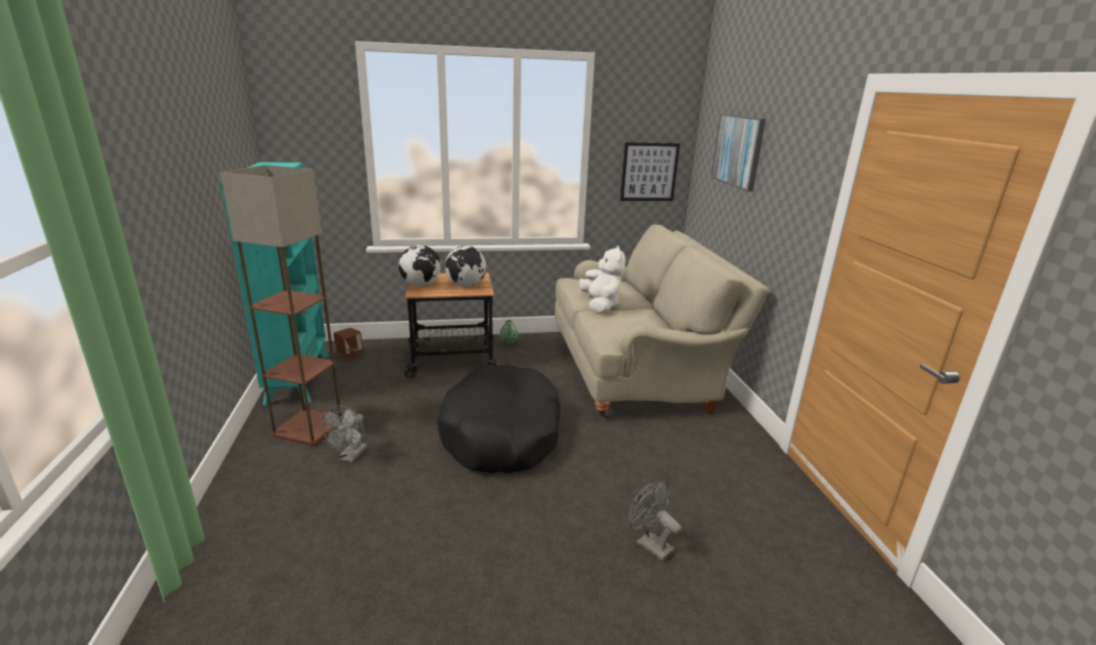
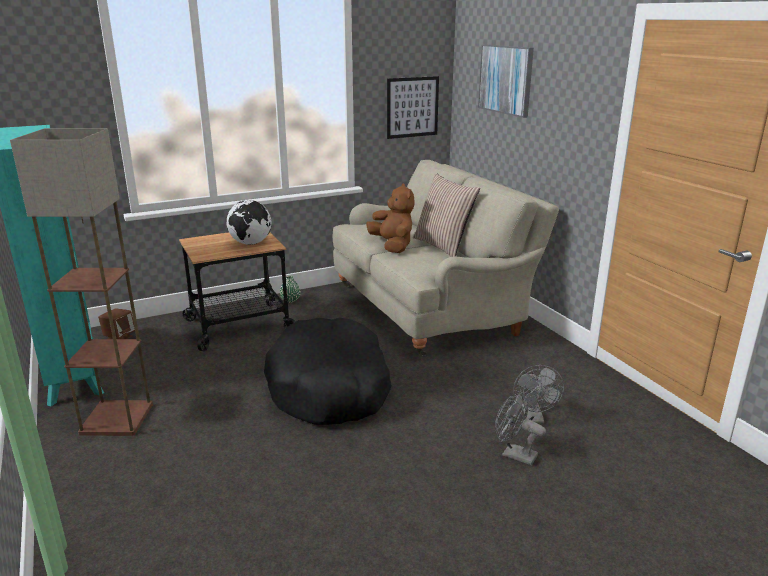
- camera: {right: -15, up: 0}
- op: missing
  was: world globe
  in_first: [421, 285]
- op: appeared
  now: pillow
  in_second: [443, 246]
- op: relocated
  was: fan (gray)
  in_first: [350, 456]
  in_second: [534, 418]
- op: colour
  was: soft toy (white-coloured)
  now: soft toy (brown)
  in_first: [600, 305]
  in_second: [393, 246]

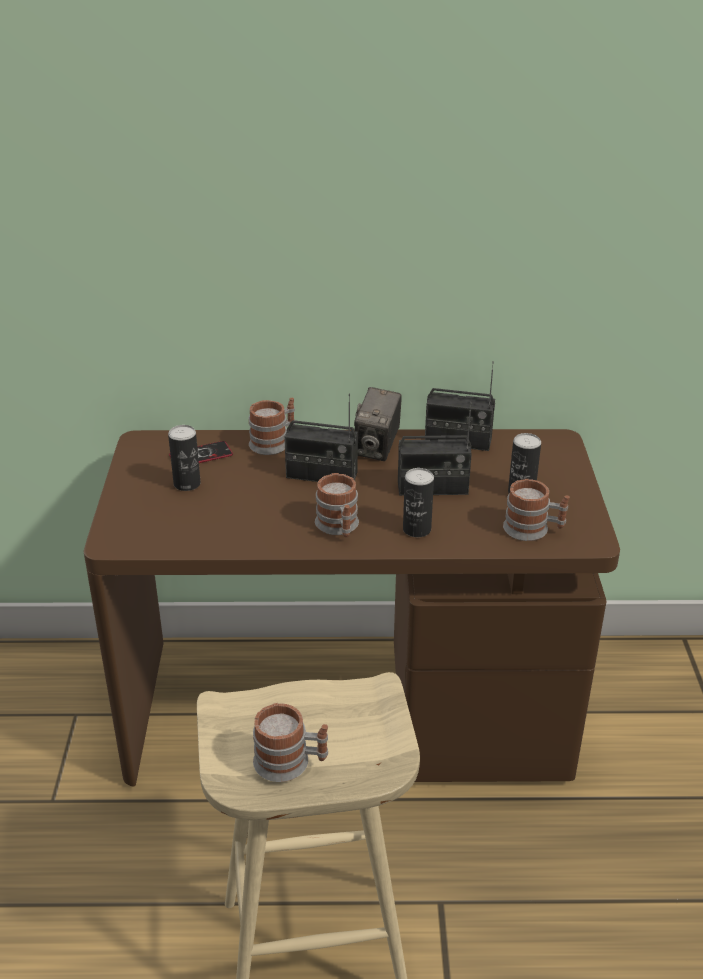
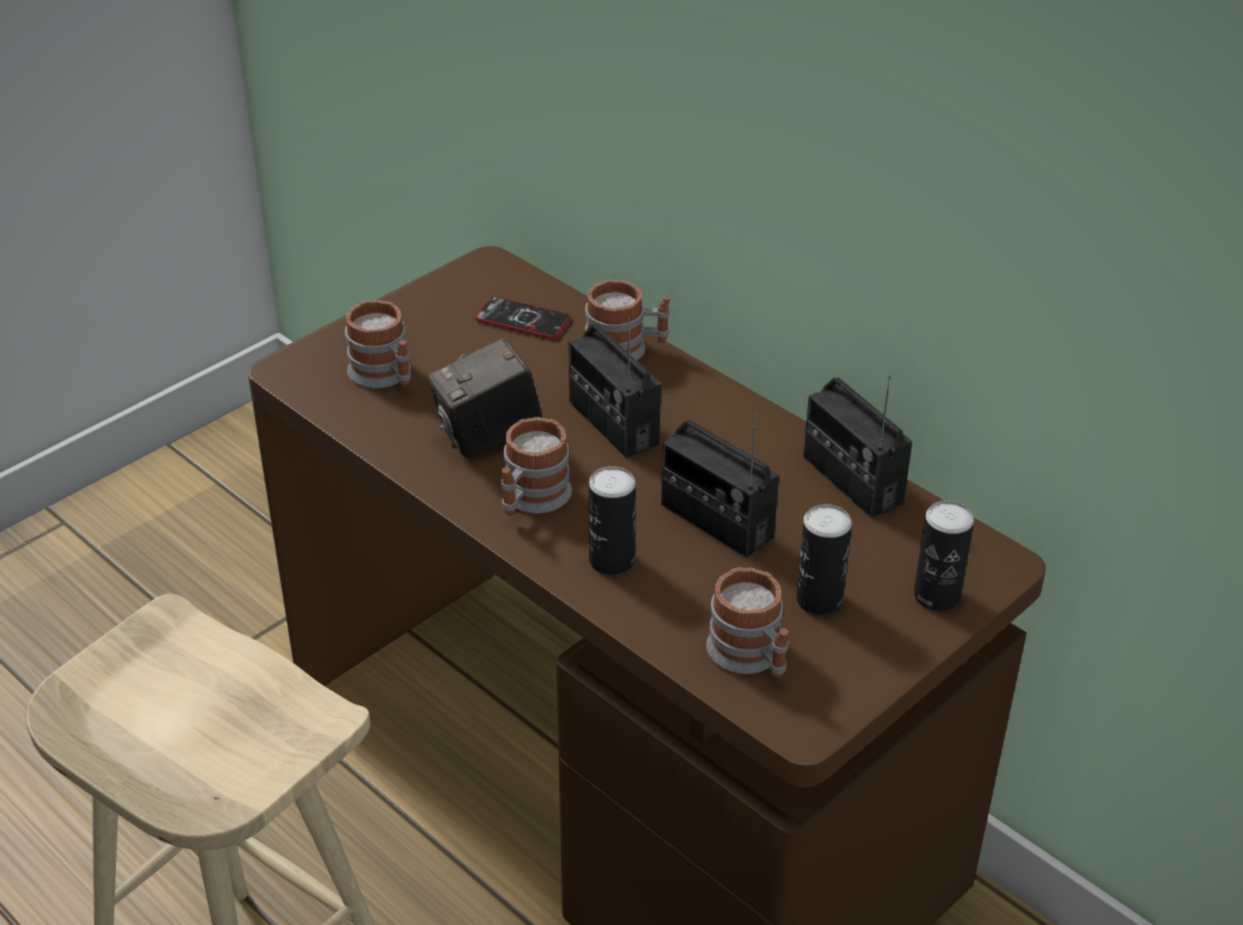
- camera: {right: 45, up: 5}
- op: relocated
  was: can
  in_first: [187, 484]
  in_second: [936, 596]
- op: relocated
  was: tea mug
  in_first: [290, 762]
  in_second: [385, 376]
- op: relocated
  was: still camera
  in_first: [377, 448]
  in_second: [488, 436]

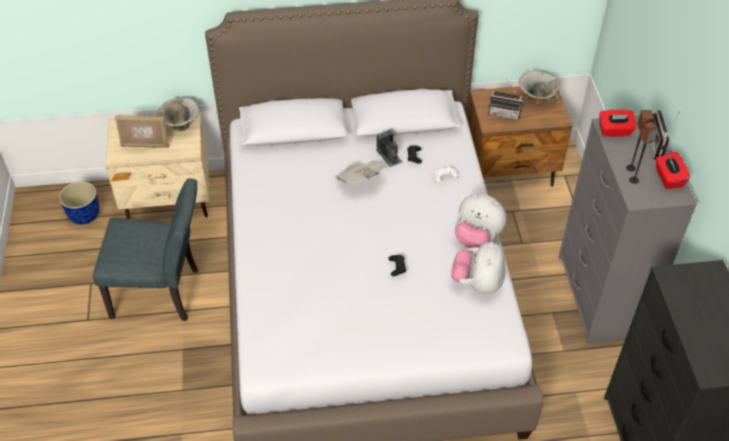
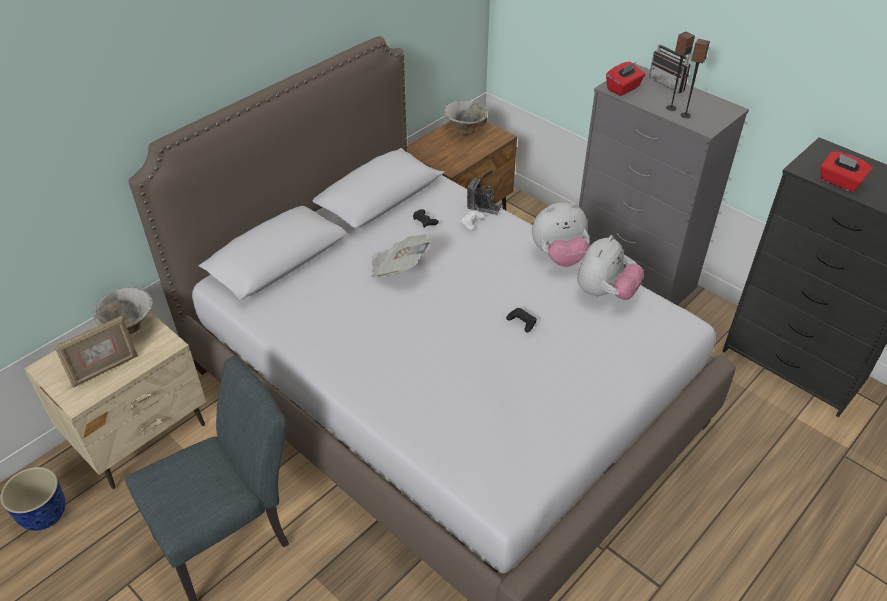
- camera: {right: -40, up: -5}
- op: missing
  was: radio
  in_first: [504, 113]
- op: relocated
  was: still camera
  in_first: [389, 156]
  in_second: [484, 207]
- op: relocated
  was: tissue holder (reddish)
  in_first: [668, 178]
  in_second: [839, 182]
- op: spun
  was: soft toy
  in_first: [477, 283]
  in_second: [605, 293]
  clockwise: -120

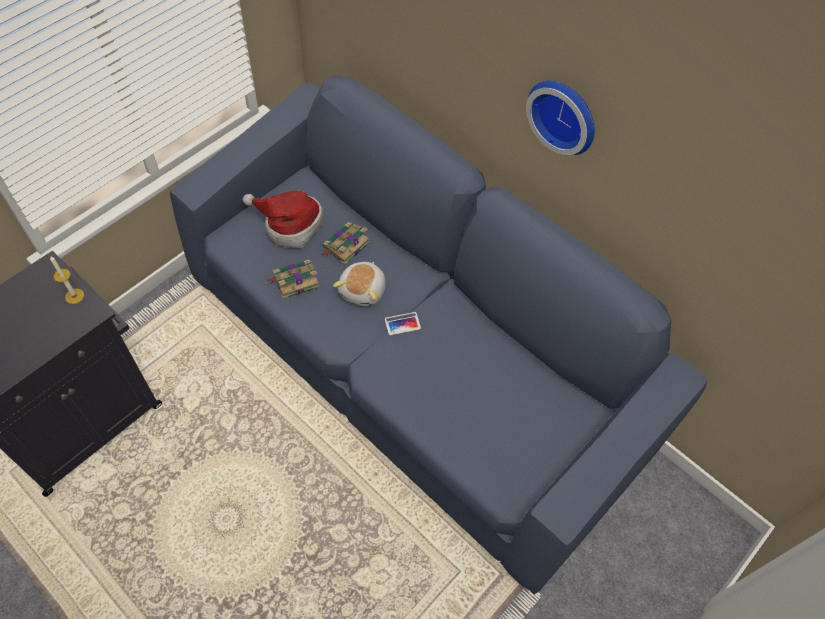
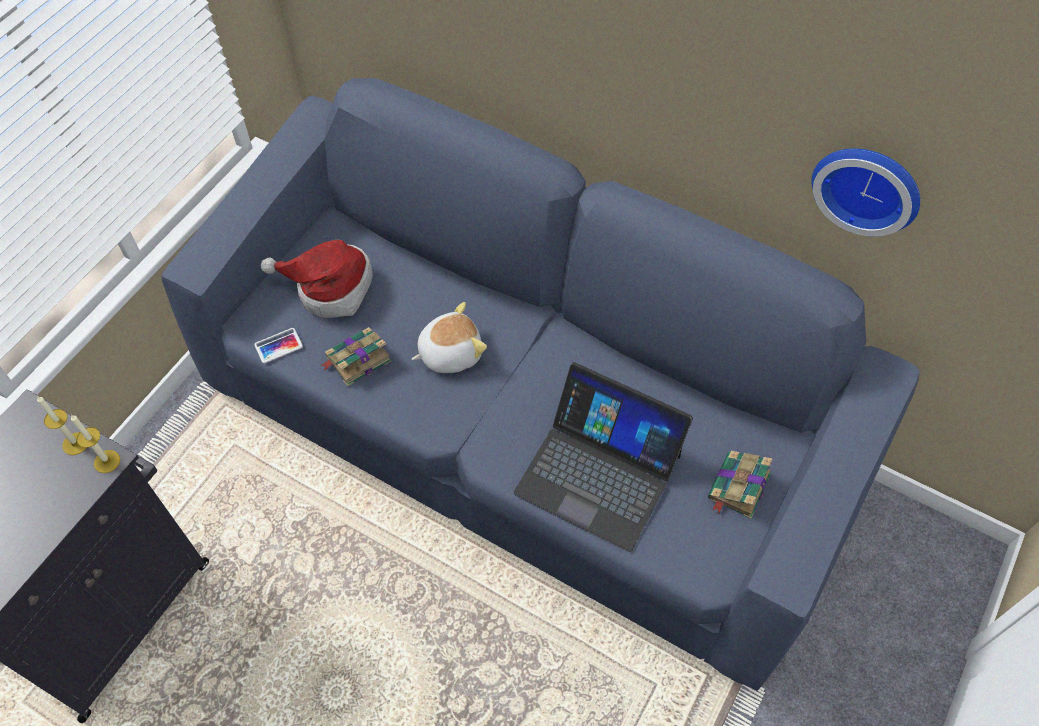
- camera: {right: -10, up: 0}
- op: appeared
  now: candle
  in_second: [107, 461]
- op: appeared
  now: notebook computer
  in_second: [598, 472]
- op: relocated
  was: book
  in_first: [345, 246]
  in_second: [738, 488]
- op: relocated
  was: handset
  in_first: [402, 324]
  in_second: [278, 346]
- op: relocated
  was: clock on the wall
  in_first: [564, 114]
  in_second: [868, 185]
- op: spun
  was: soft toy
  in_first: [363, 290]
  in_second: [449, 352]
  clockwise: -120

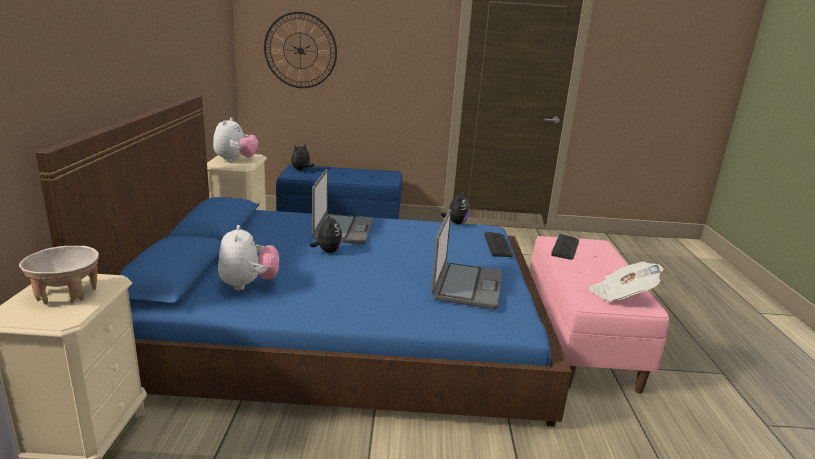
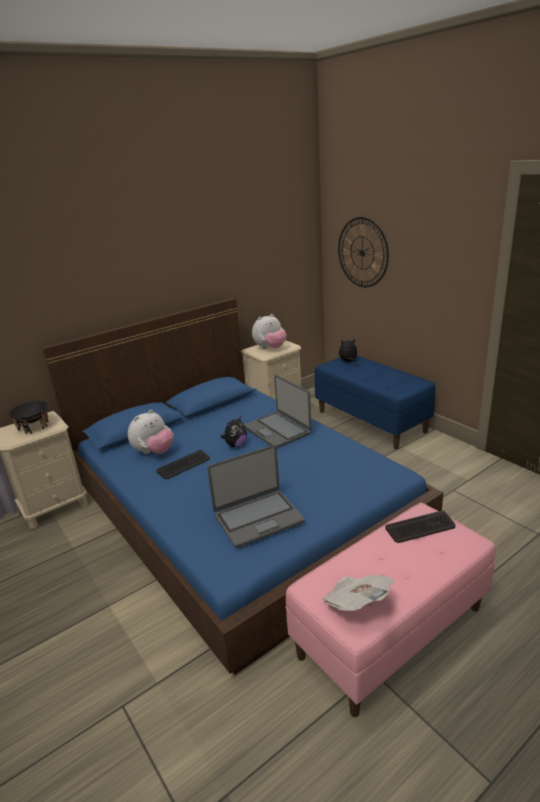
- camera: {right: 55, up: 5}
- op: missing
  was: soft toy
  in_first: [456, 223]
- op: relocated
  was: keyboard
  in_first: [498, 245]
  in_second: [184, 465]
- op: colour
  was: serving bowl (beige-coloured)
  now: serving bowl (black)
  in_first: [66, 293]
  in_second: [34, 427]
- op: spun
  was: notebook computer
  in_first: [343, 230]
  in_second: [277, 430]
  clockwise: 90

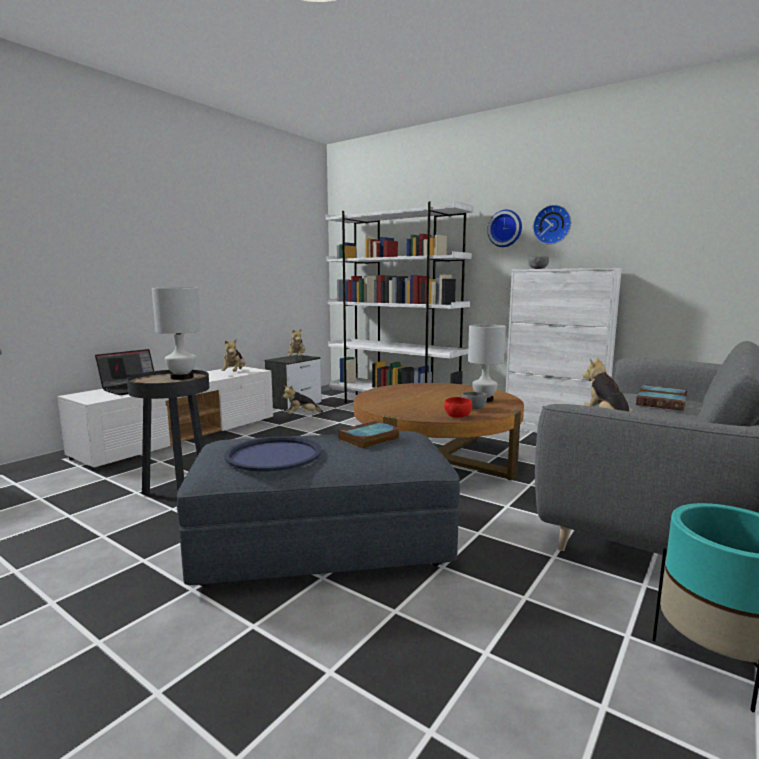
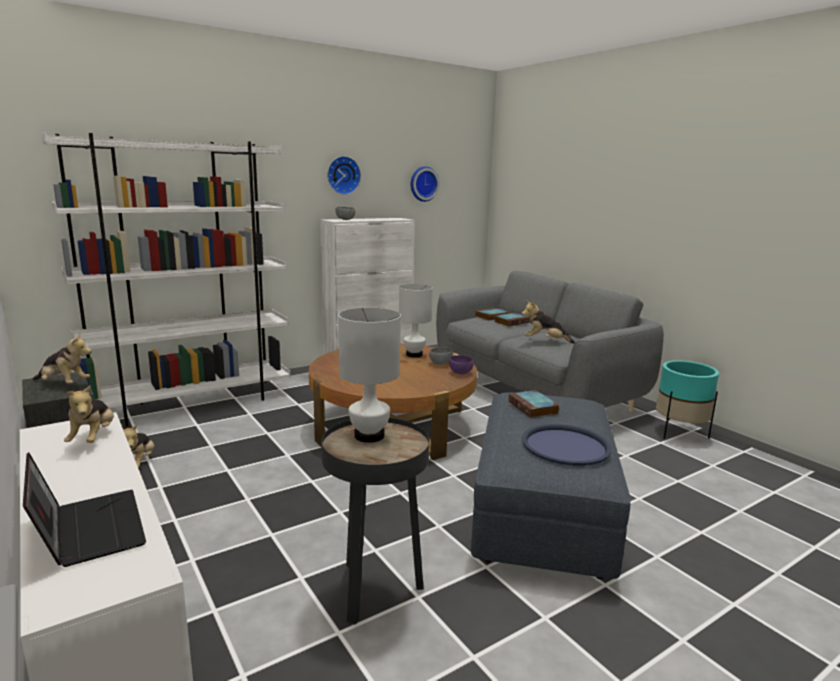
- camera: {right: -70, up: 5}
- op: relocated
  was: clock on the wall
  in_first: [505, 228]
  in_second: [423, 184]
- op: colour
  was: serving bowl (reddish)
  now: serving bowl (purple)
  in_first: [457, 416]
  in_second: [460, 373]
- op: spun
  was: soft toy
  in_first: [234, 373]
  in_second: [93, 438]
  clockwise: 60

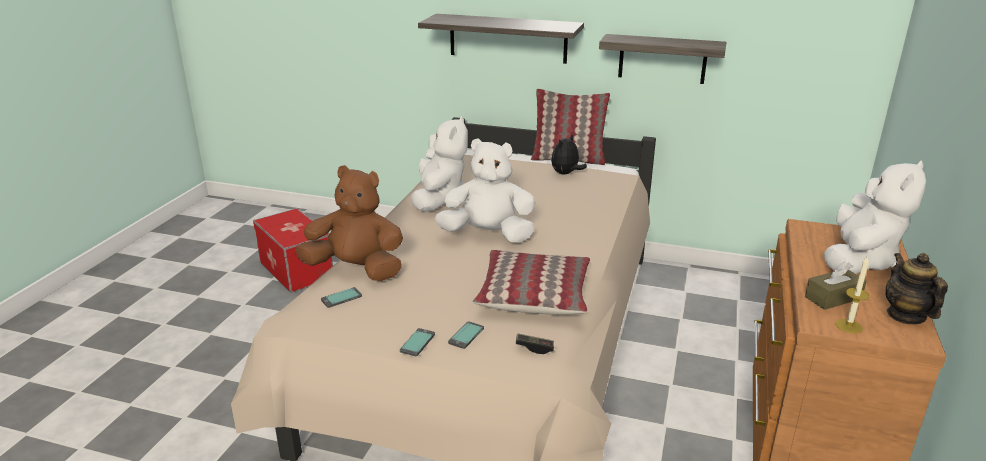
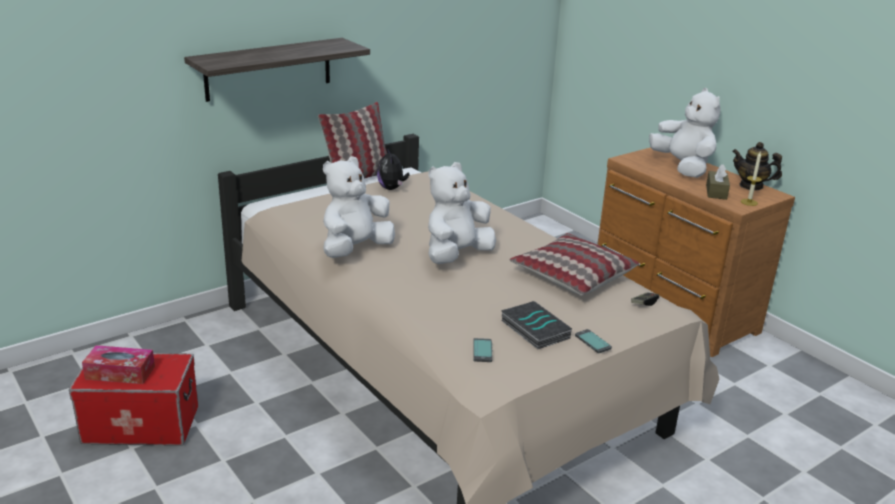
- camera: {right: -55, up: 0}
- op: missing
  was: soft toy (brown)
  in_first: [356, 270]
- op: missing
  was: handset
  in_first: [466, 336]
- op: missing
  was: shelf
  in_first: [662, 59]
- op: appeared
  now: tissue holder
  in_second: [120, 372]
- op: appeared
  now: book
  in_second: [533, 329]
- op: spun
  was: soft toy (white-coloured)
  in_first: [439, 199]
  in_second: [355, 249]
  clockwise: -90

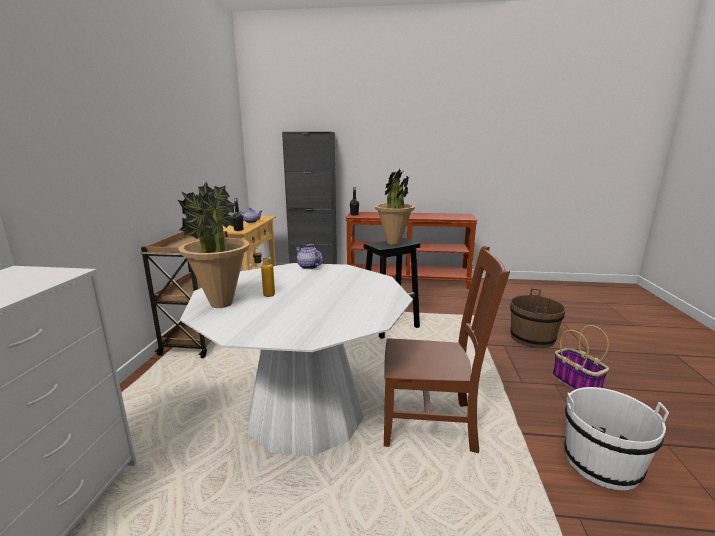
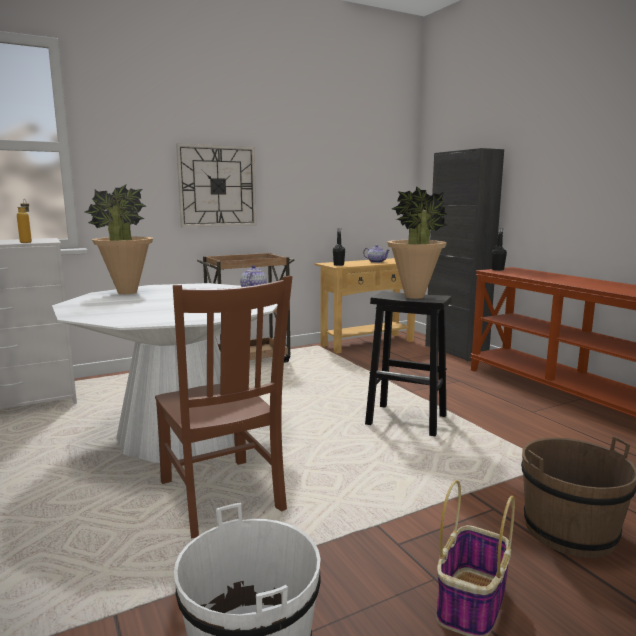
- camera: {right: 55, up: -5}
- op: appeared
  now: clock on the wall
  in_second: [217, 186]
- op: relocated
  was: drink bottle
  in_first: [265, 294]
  in_second: [27, 242]

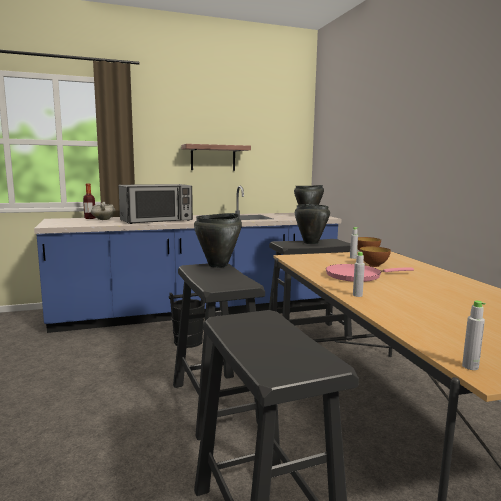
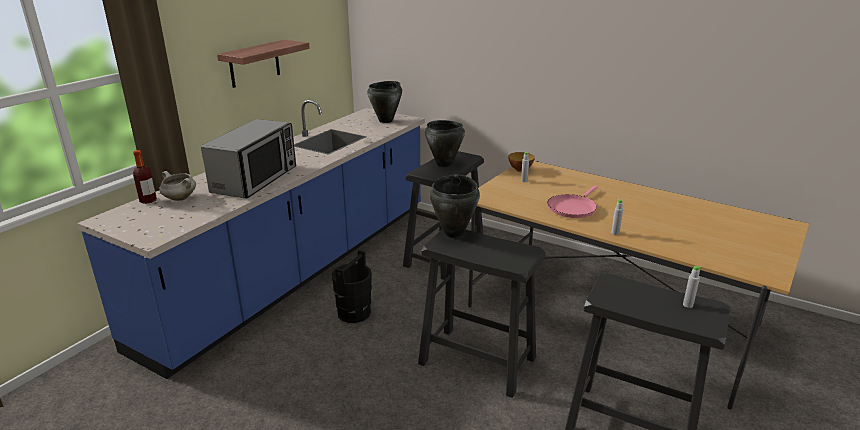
- camera: {right: -40, up: 15}
- op: missing
  was: serving bowl
  in_first: [373, 265]
- op: relocated
  was: drink bottle (gray)
  in_first: [470, 367]
  in_second: [688, 305]

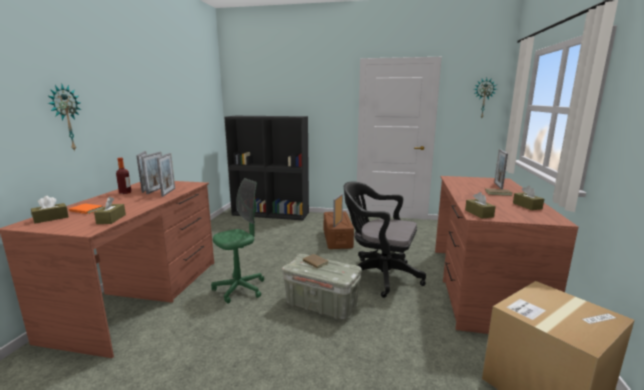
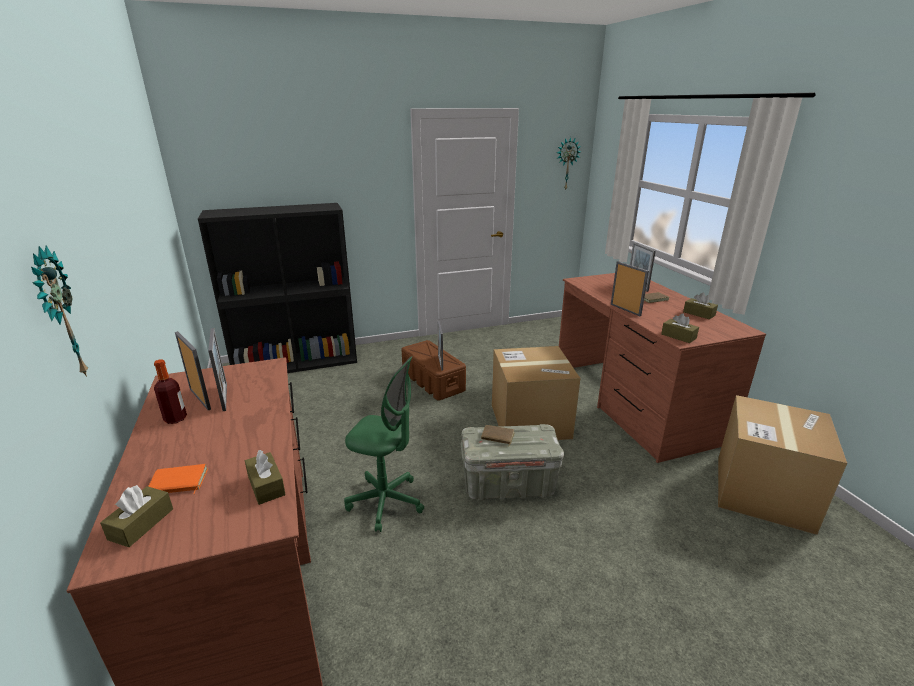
- camera: {right: -30, up: 10}
- op: relocated
  was: standing frame
  in_first: [168, 192]
  in_second: [625, 310]
- op: exchanged
  was: office chair (black)
  now: carton
  in_first: [379, 275]
  in_second: [530, 421]
- op: spun
  was: office chair (greenish)
  in_first: [239, 289]
  in_second: [386, 502]
  clockwise: 90

